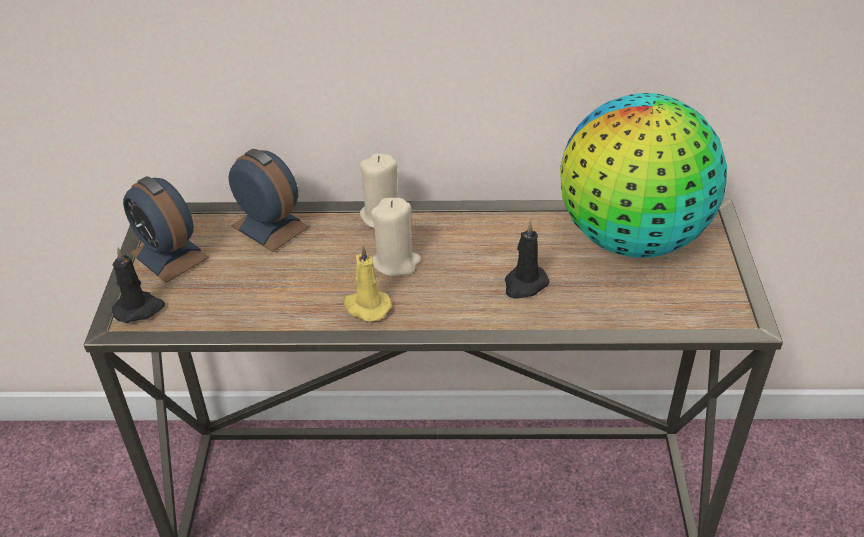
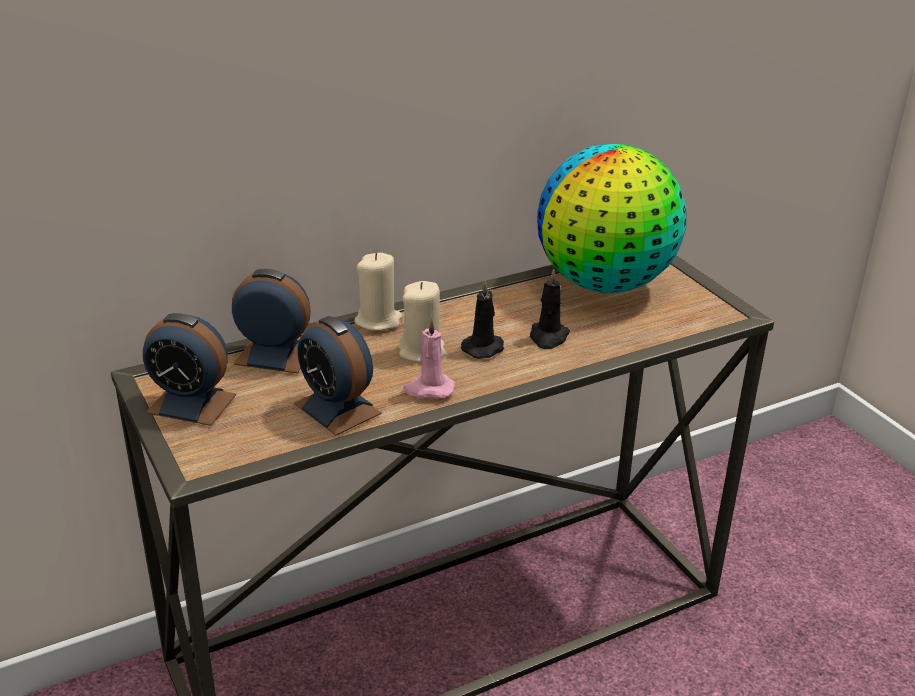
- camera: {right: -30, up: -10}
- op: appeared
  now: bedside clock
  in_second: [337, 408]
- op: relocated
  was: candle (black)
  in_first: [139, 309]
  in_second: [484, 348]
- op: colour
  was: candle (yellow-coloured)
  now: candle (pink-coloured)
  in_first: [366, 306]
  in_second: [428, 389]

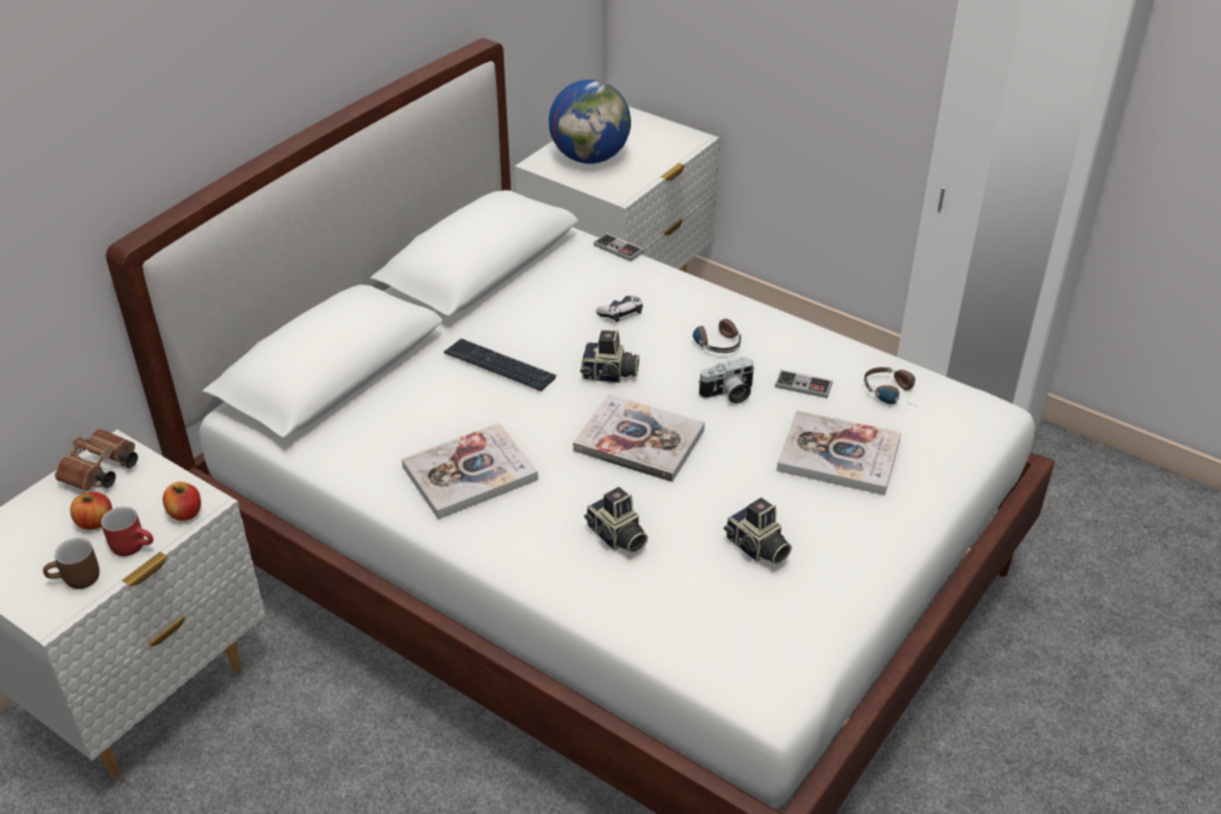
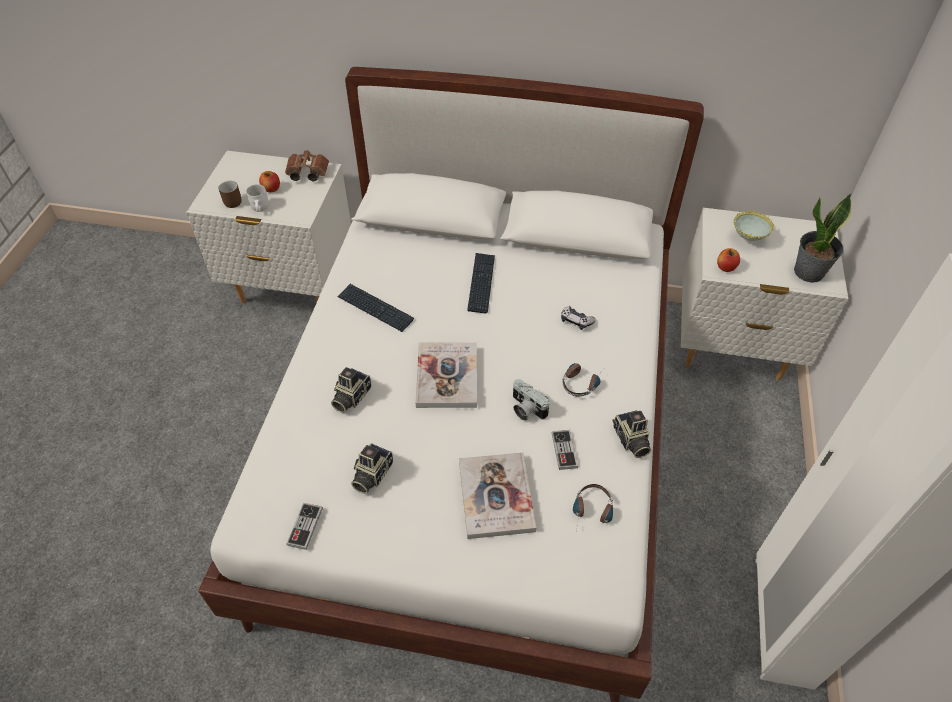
- camera: {right: 65, up: 10}
- op: appeared
  now: potted plant
  in_second: [809, 272]
- op: relocated
  was: apple
  in_first: [185, 513]
  in_second: [726, 267]
- op: relocated
  was: still camera
  in_first: [610, 375]
  in_second: [630, 441]
- op: relocated
  was: game controller
  in_first: [618, 249]
  in_second: [305, 526]
- op: exchanged
  was: book
  now: keyboard
  in_first: [470, 473]
  in_second: [375, 308]
- op: exchanged
  was: world globe
  now: serving bowl
  in_first: [590, 158]
  in_second: [748, 239]
- op: colour
  was: tea mug (reddish)
  now: tea mug (white-coloured)
  in_first: [134, 545]
  in_second: [261, 208]

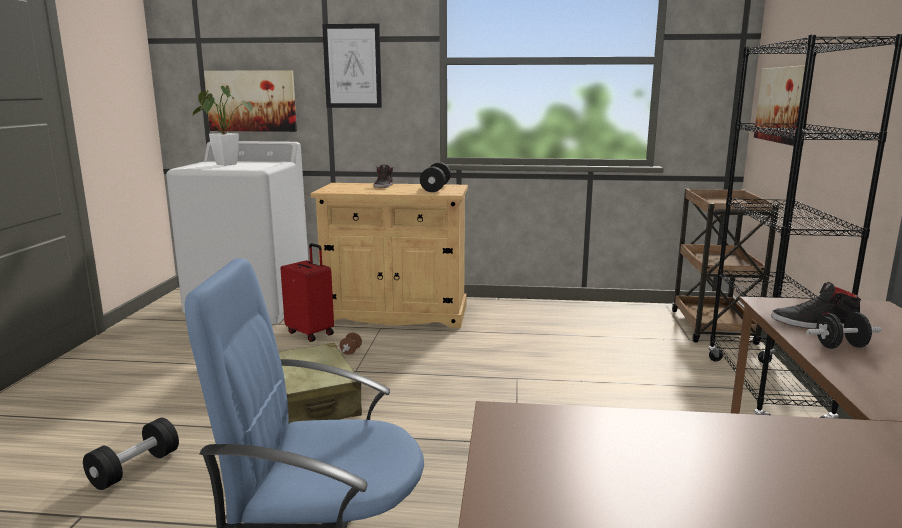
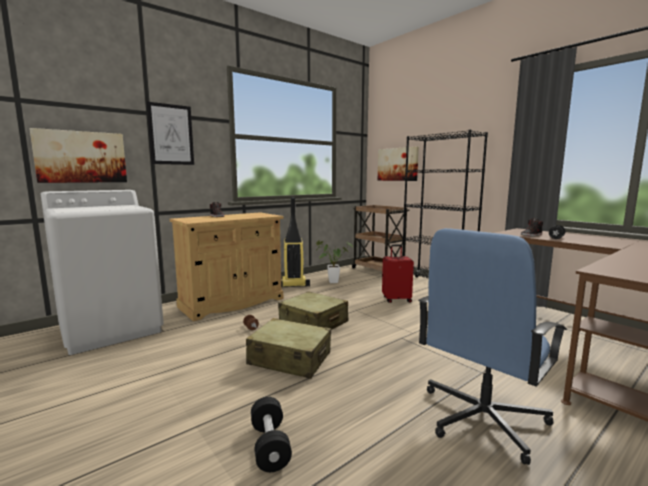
- camera: {right: -45, up: -5}
- op: missing
  was: dumbbell (black)
  in_first: [436, 188]
- op: appeared
  now: travel case (beige-coloured)
  in_second: [313, 323]
- op: appeared
  now: vacuum
  in_second: [293, 285]
- op: relocated
  was: potted plant
  in_first: [224, 164]
  in_second: [330, 282]
- op: relocated
  was: travel case (reddish)
  in_first: [311, 333]
  in_second: [396, 299]

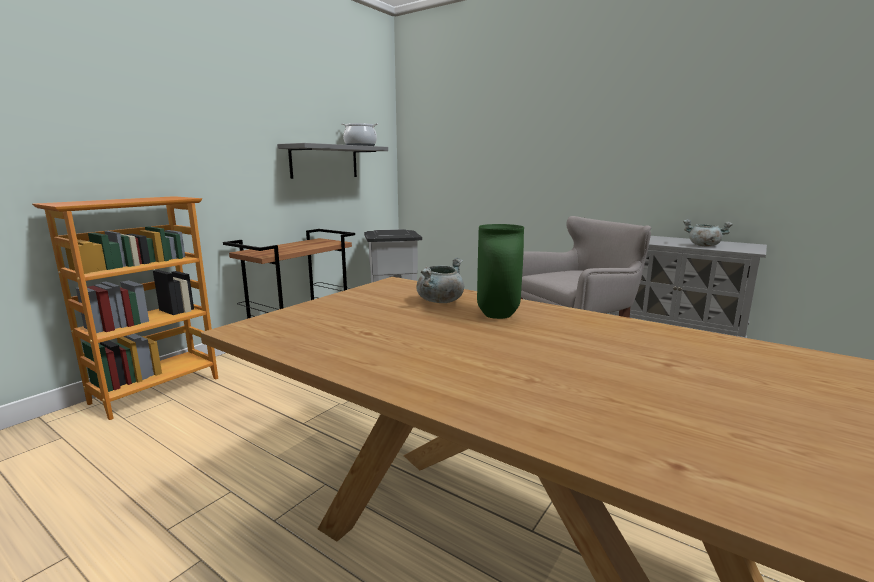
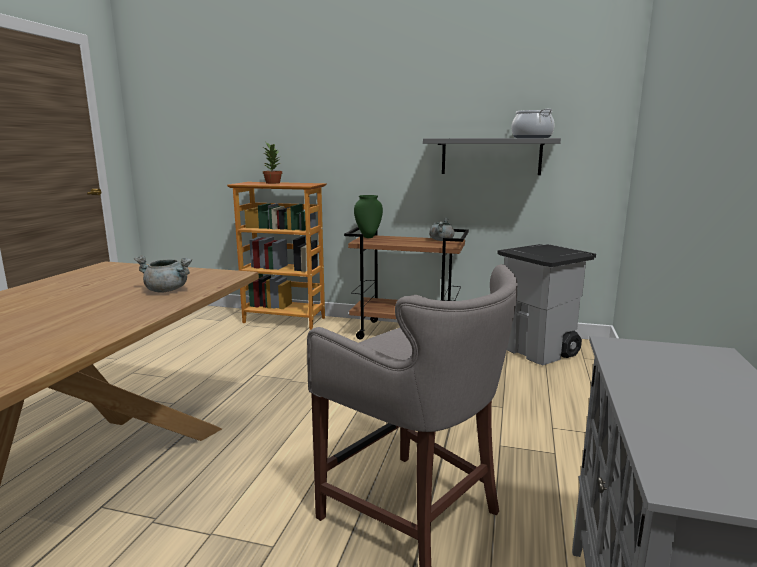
- camera: {right: 70, up: 0}
- op: appeared
  now: potted plant
  in_second: [273, 183]
- op: relocated
  was: decorative vase (greenish)
  in_first: [496, 315]
  in_second: [368, 237]
- op: relocated
  was: cooking pot (gray)
  in_first: [703, 246]
  in_second: [441, 240]

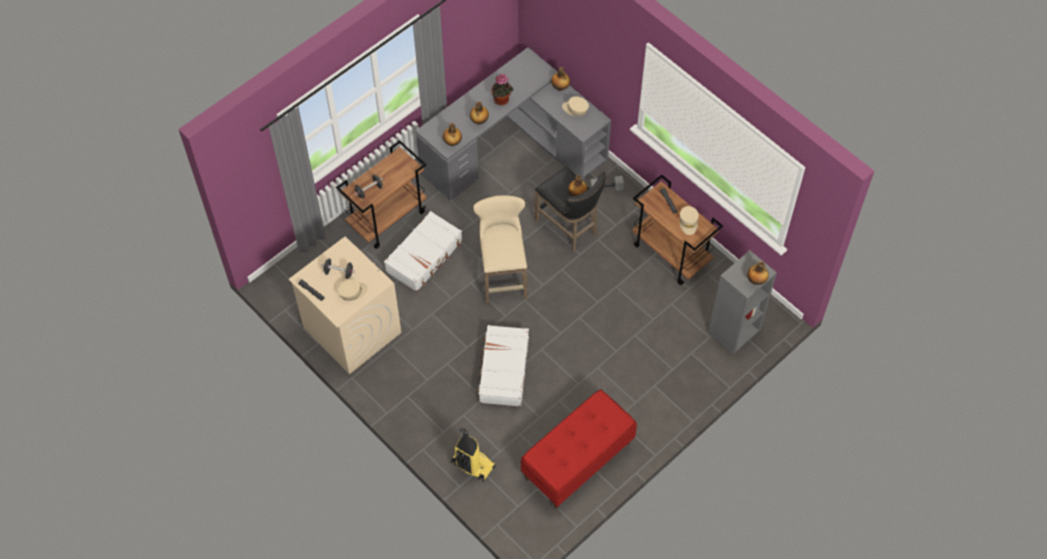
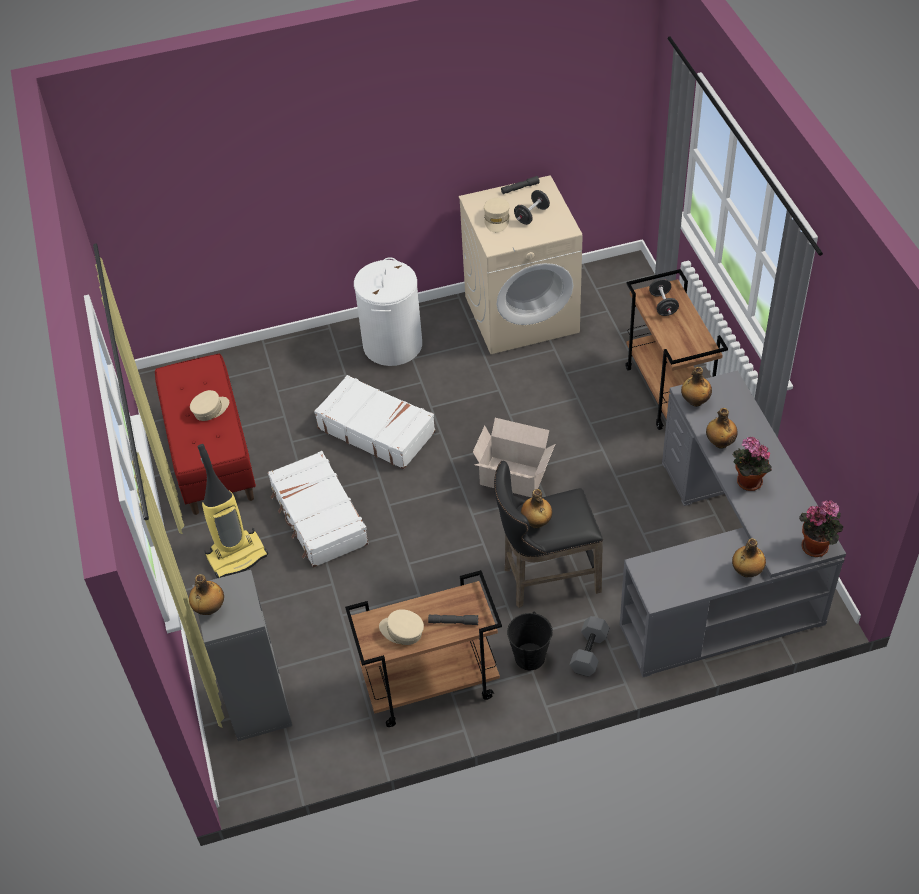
- camera: {right: 120, up: -10}
- op: appeared
  now: hamper (white-coloured)
  in_second: [392, 345]
- op: appeared
  now: pail (black)
  in_second: [529, 657]
- op: appeared
  now: potted plant
  in_second: [817, 546]
- op: relocated
  was: travel case (white-coloured)
  in_first: [425, 256]
  in_second: [318, 517]
- op: relocated
  was: vacuum
  in_first: [472, 465]
  in_second: [237, 556]
- op: relocated
  was: peaked cap (beige-coloured)
  in_first: [575, 109]
  in_second: [210, 409]
- op: exchanged
  was: stool (beige-coloured)
  now: carton
  in_first: [502, 274]
  in_second: [514, 478]

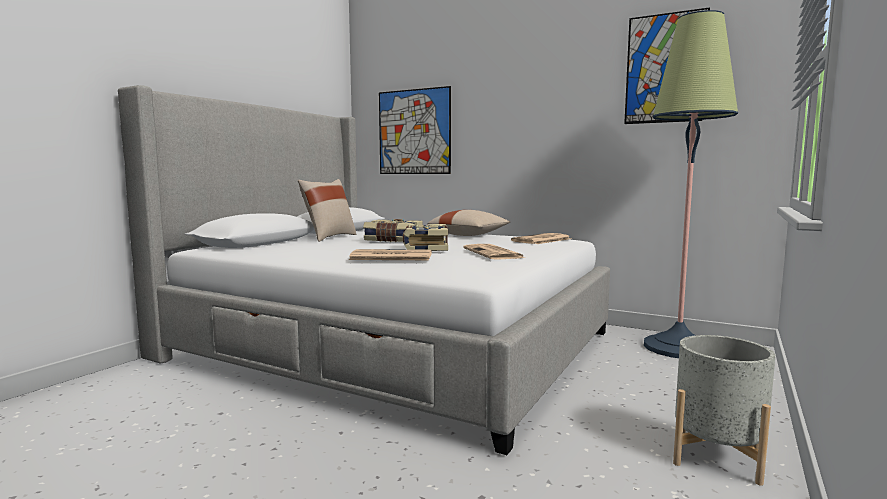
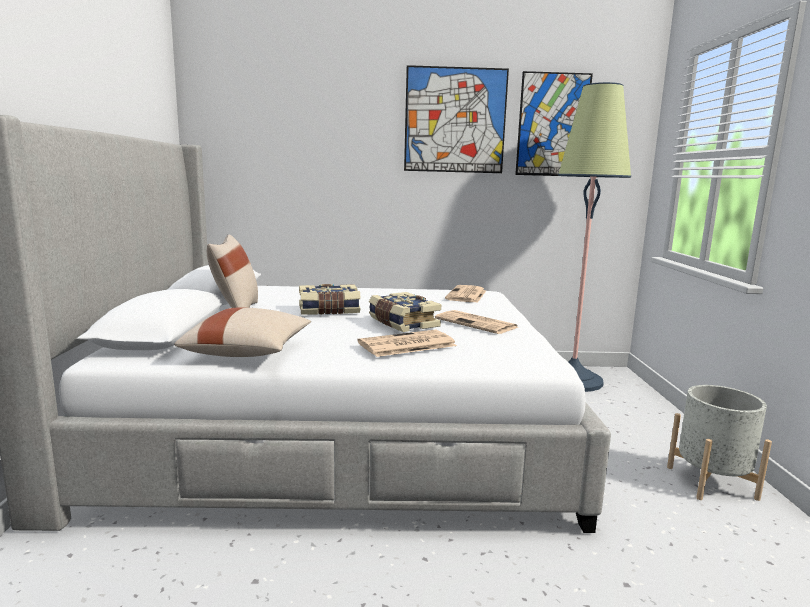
- camera: {right: -30, up: 5}
- op: relocated
  was: wall art
  in_first: [414, 132]
  in_second: [455, 120]
- op: relocated
  was: pillow (beige-coloured)
  in_first: [469, 235]
  in_second: [249, 352]

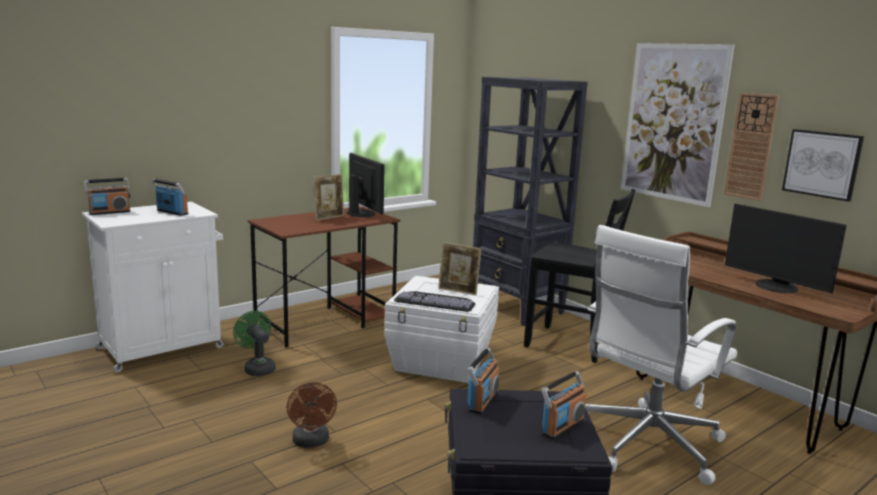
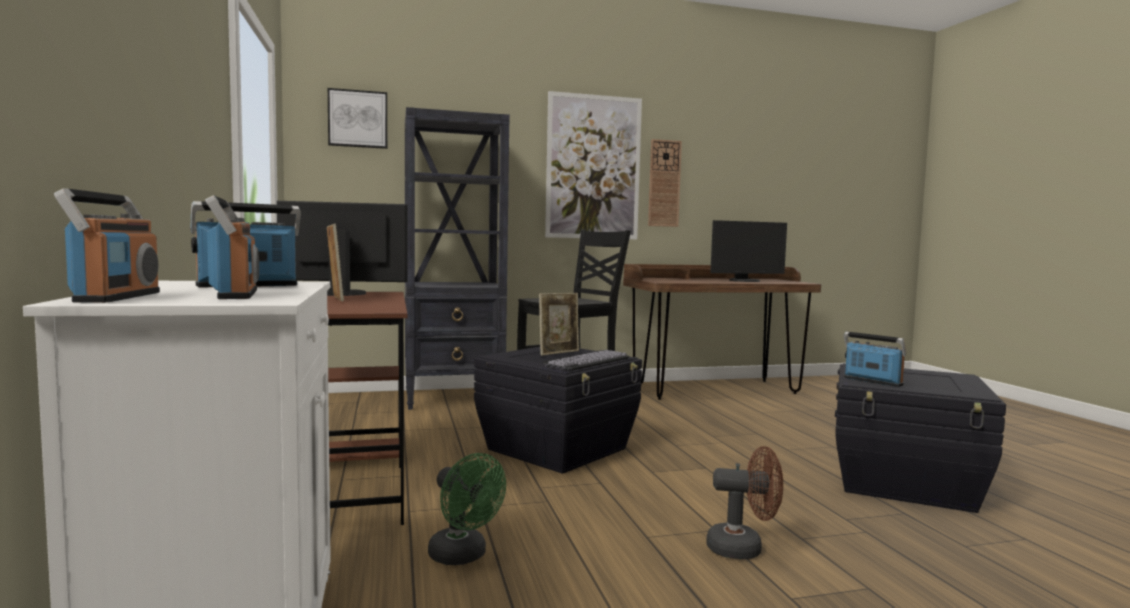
- camera: {right: -65, up: -10}
- op: missing
  was: office chair (white-coloured)
  in_first: [646, 444]
- op: relocated
  was: radio
  in_first: [562, 427]
  in_second: [236, 294]
- op: relocated
  was: wall art
  in_first: [822, 164]
  in_second: [358, 119]
- op: colour
  was: storage box (white-coloured)
  now: storage box (black)
  in_first: [442, 361]
  in_second: [558, 449]
- op: spun
  was: fan (greenish)
  in_first: [257, 368]
  in_second: [463, 556]
  clockwise: -120

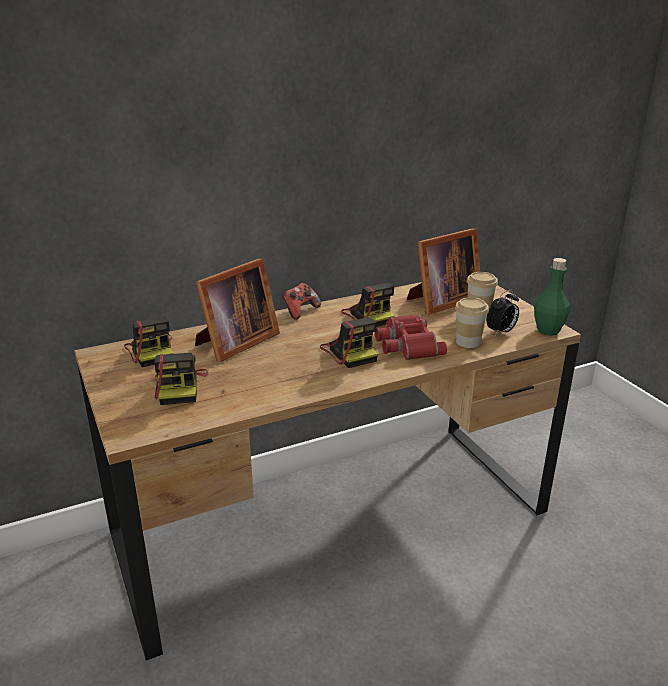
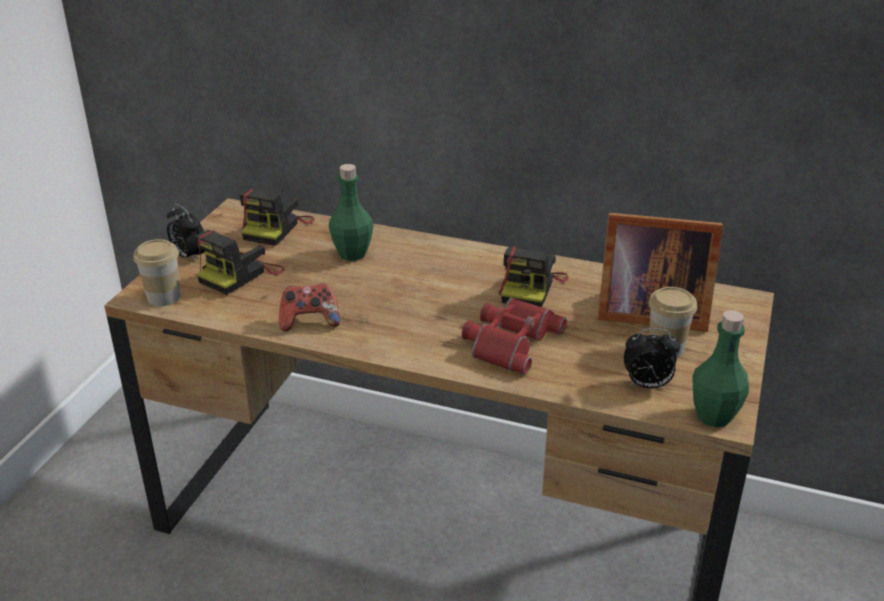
- camera: {right: 45, up: 5}
- op: missing
  was: still camera
  in_first: [350, 352]
- op: appeared
  now: bedside clock
  in_second: [189, 256]
- op: relocated
  was: game controller
  in_first: [300, 311]
  in_second: [310, 321]
- op: relocated
  was: cup
  in_first: [468, 342]
  in_second: [163, 297]
- op: exchanged
  was: standing frame
  now: drink bottle (greenish)
  in_first: [235, 343]
  in_second: [352, 254]

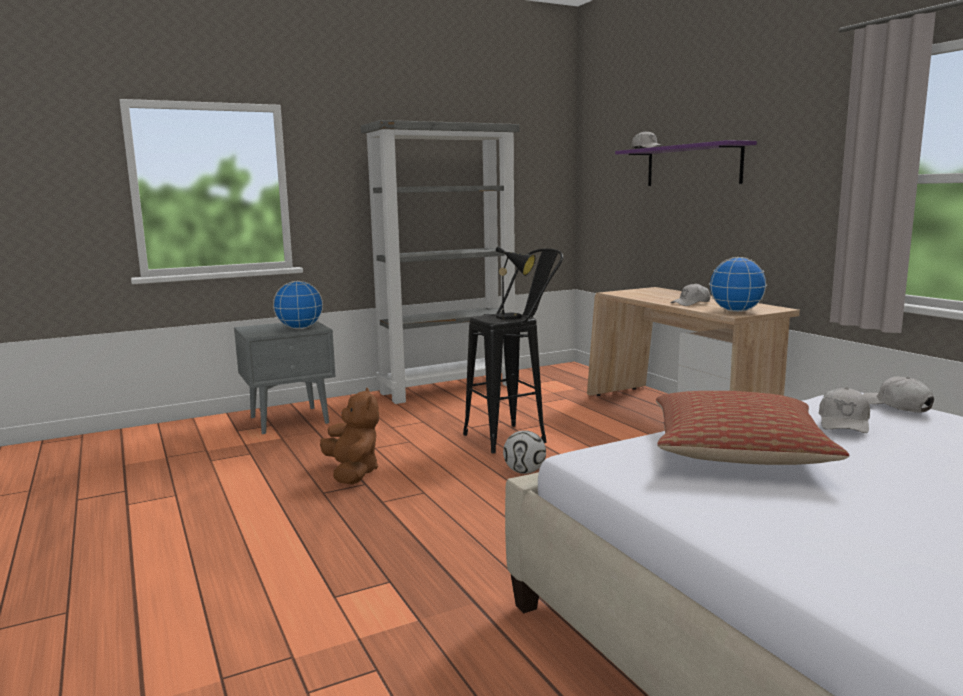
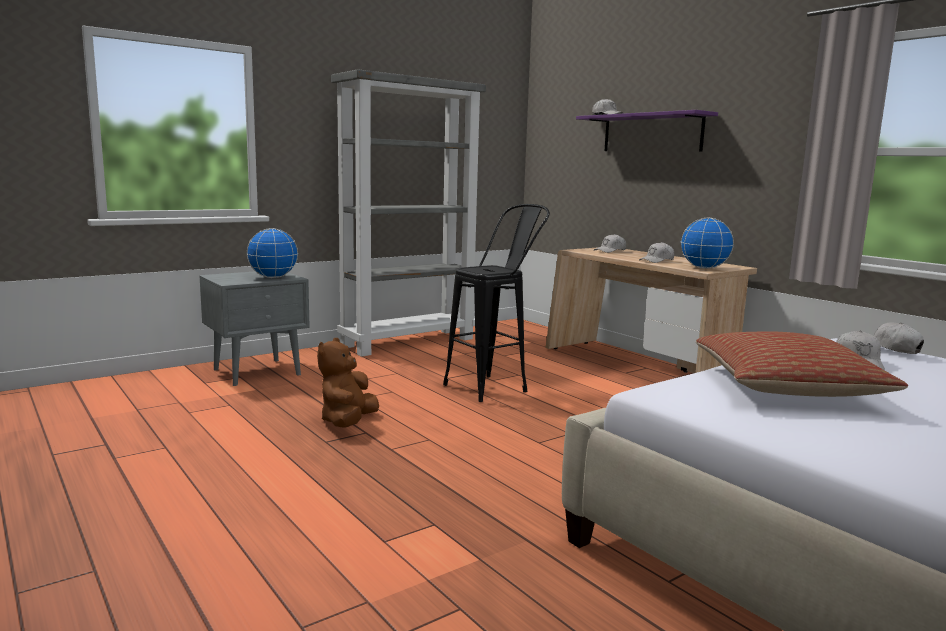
- camera: {right: -10, up: 0}
- op: missing
  was: tabletop lamp (black)
  in_first: [513, 317]
- op: missing
  was: football ball
  in_first: [525, 472]
- op: appeared
  now: peaked cap (white-coloured)
  in_second: [610, 251]
- op: spun
  was: soft toy (brown)
  in_first: [352, 473]
  in_second: [348, 422]
  clockwise: -135

